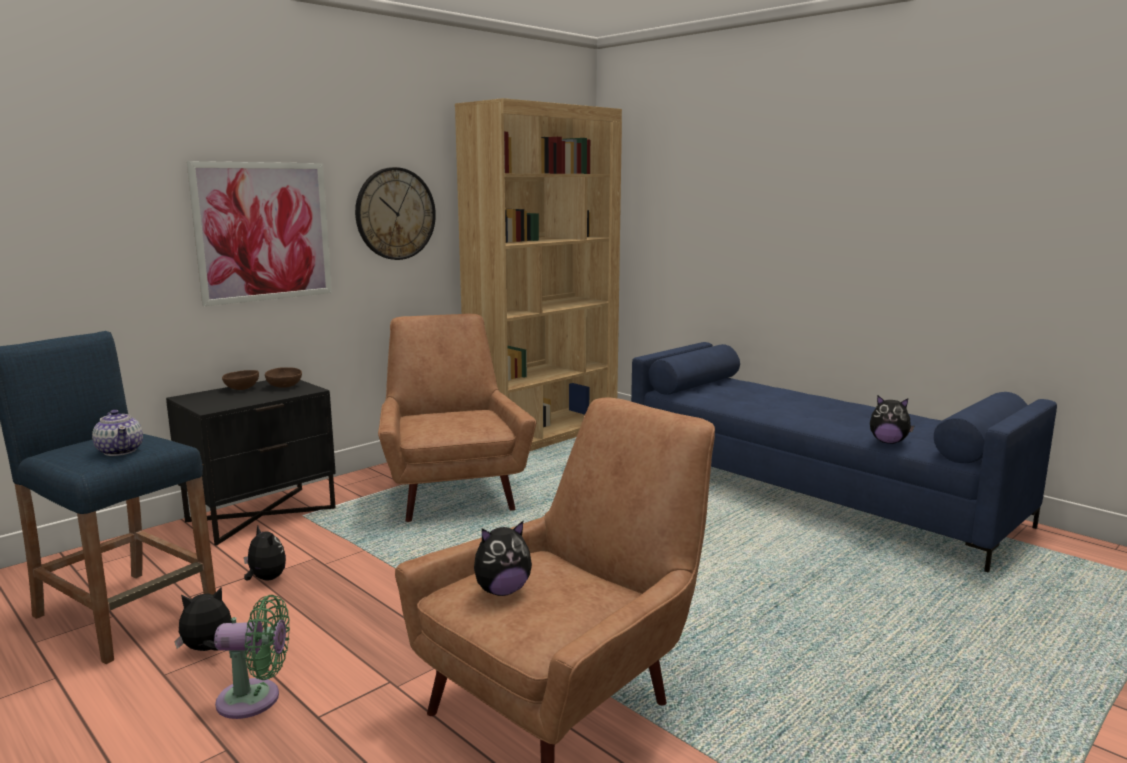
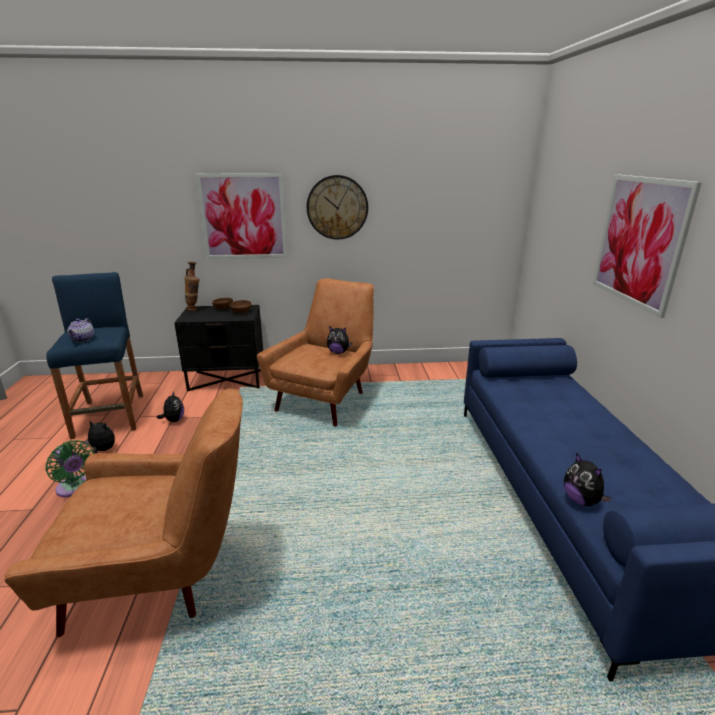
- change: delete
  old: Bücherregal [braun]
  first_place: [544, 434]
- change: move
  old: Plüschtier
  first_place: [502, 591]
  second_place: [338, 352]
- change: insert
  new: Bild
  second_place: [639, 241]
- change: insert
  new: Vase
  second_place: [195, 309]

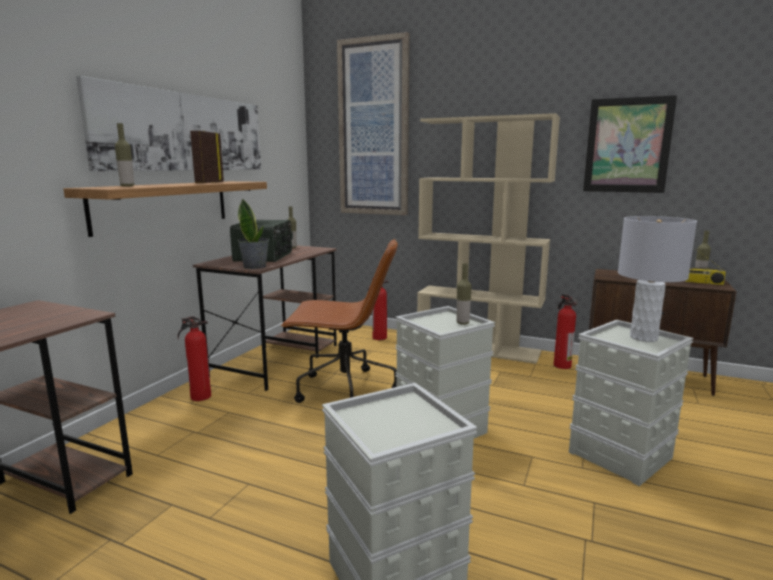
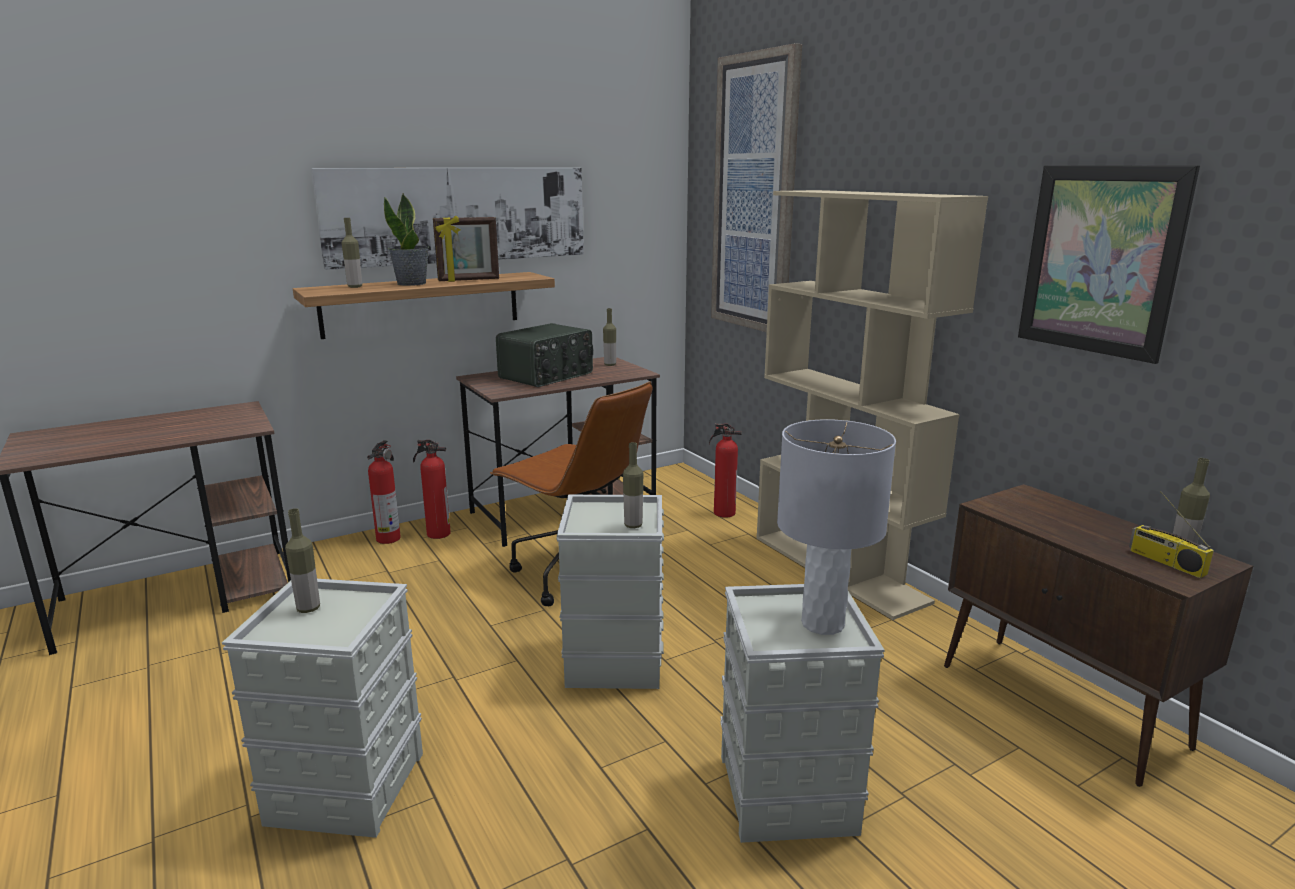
- change: rotate
  old: Bilderrahmen
  first_place: [209, 183]
  second_place: [469, 280]
  degrees: -150
- change: move
  old: Topfpflanze
  first_place: [255, 266]
  second_place: [412, 283]
- change: move
  old: Feuerlöscher
  first_place: [561, 365]
  second_place: [389, 538]
- change: insert
  new: Flasche
  second_place: [308, 608]

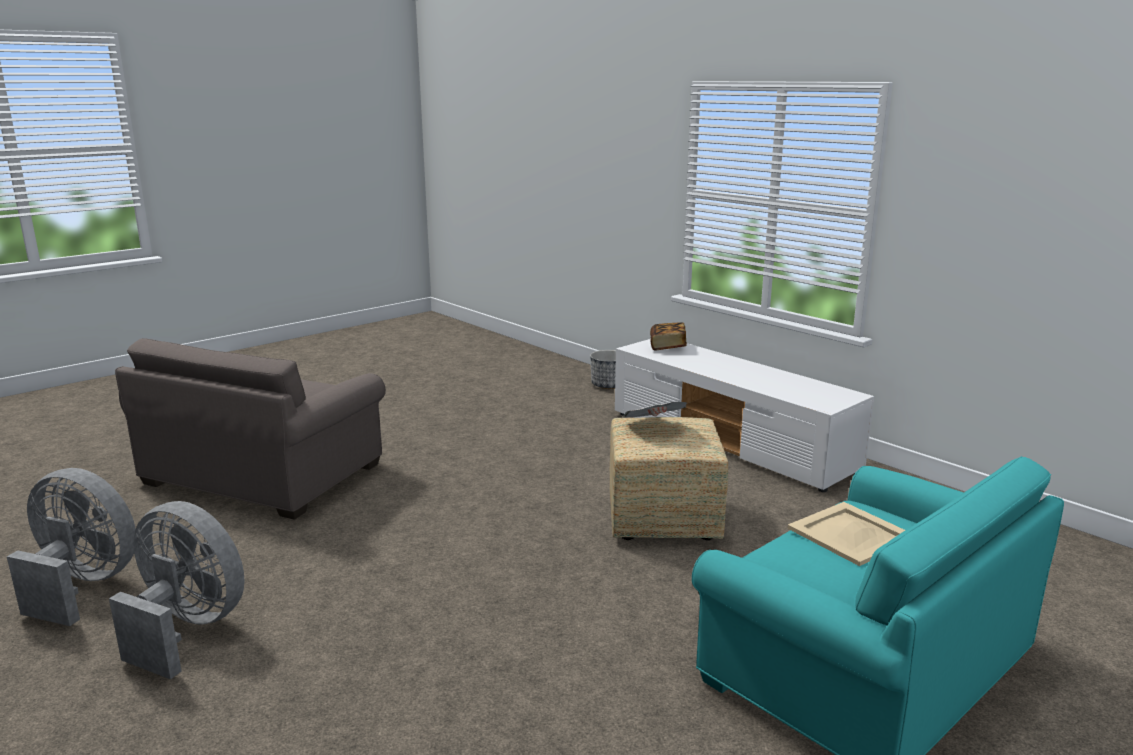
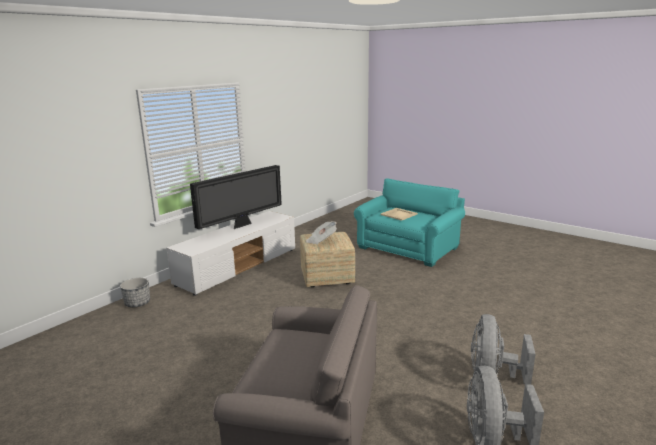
- change: delete
  old: Buch
  first_place: [667, 346]
- change: insert
  new: Fernseher
  second_place: [242, 225]

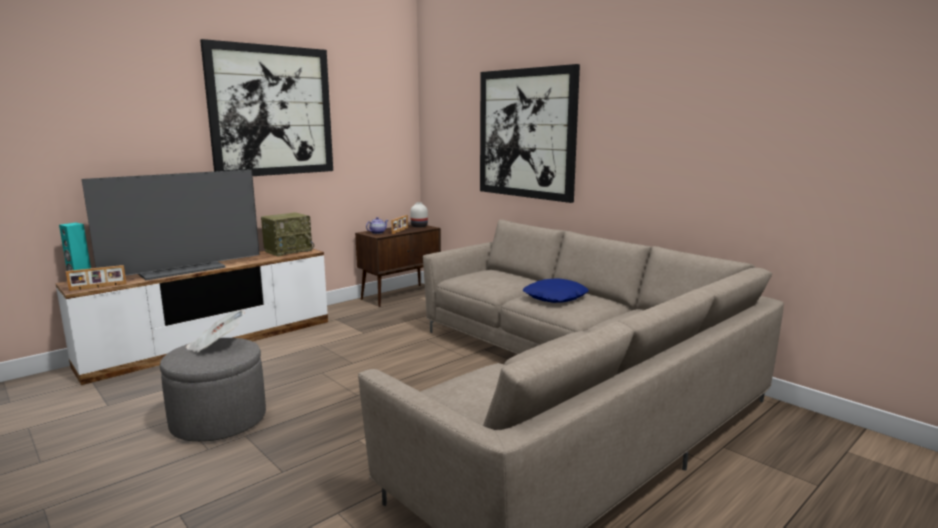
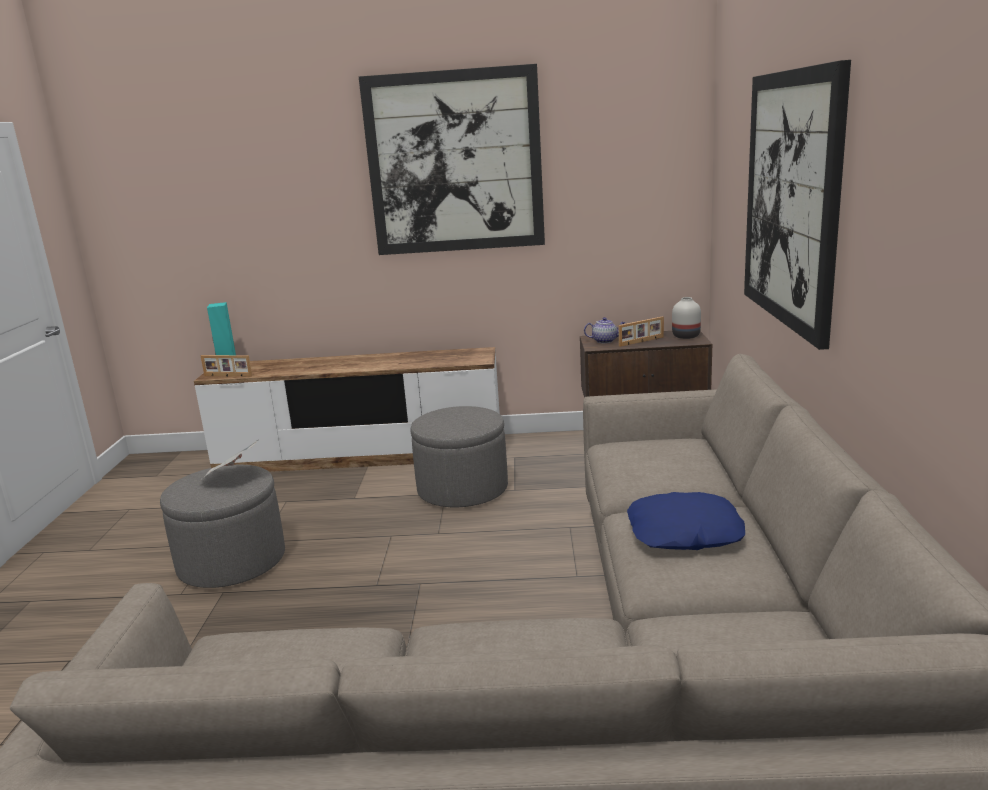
- change: delete
  old: Fernseher
  first_place: [182, 270]
- change: delete
  old: Radio
  first_place: [288, 251]
- change: insert
  new: Polsterhocker [grau]
  second_place: [462, 489]

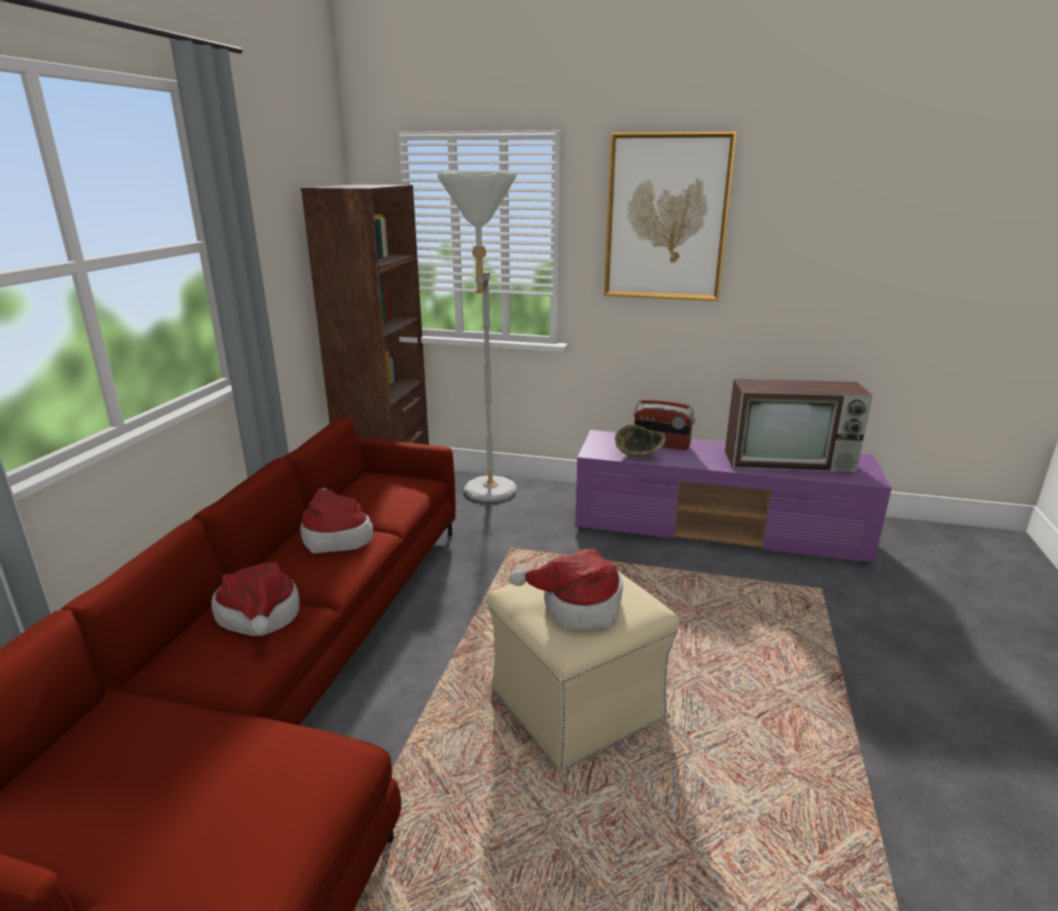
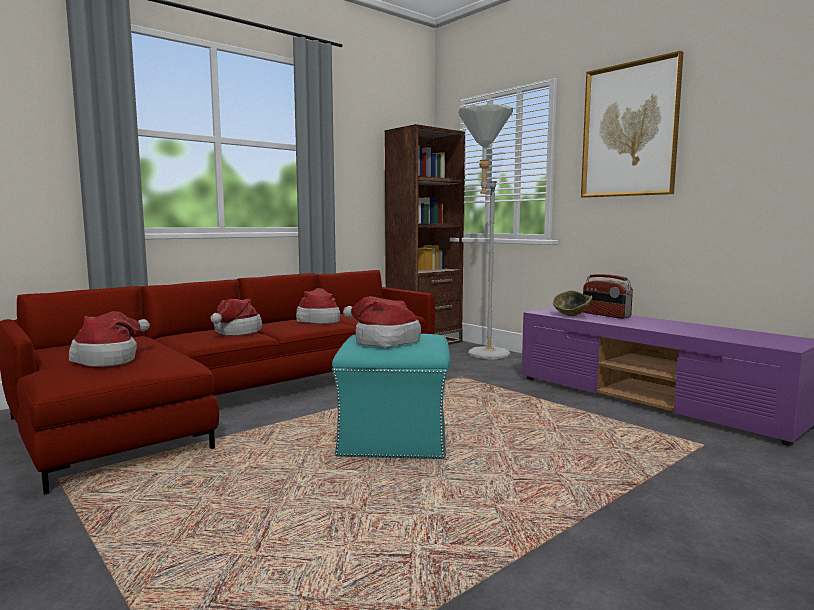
- change: delete
  old: Fernseher
  first_place: [790, 461]
- change: recolor
  old: Polsterhocker [beige]
  new: Polsterhocker [türkis]
  first_place: [578, 702]
  second_place: [395, 439]
- change: insert
  new: Hut
  second_place: [110, 358]

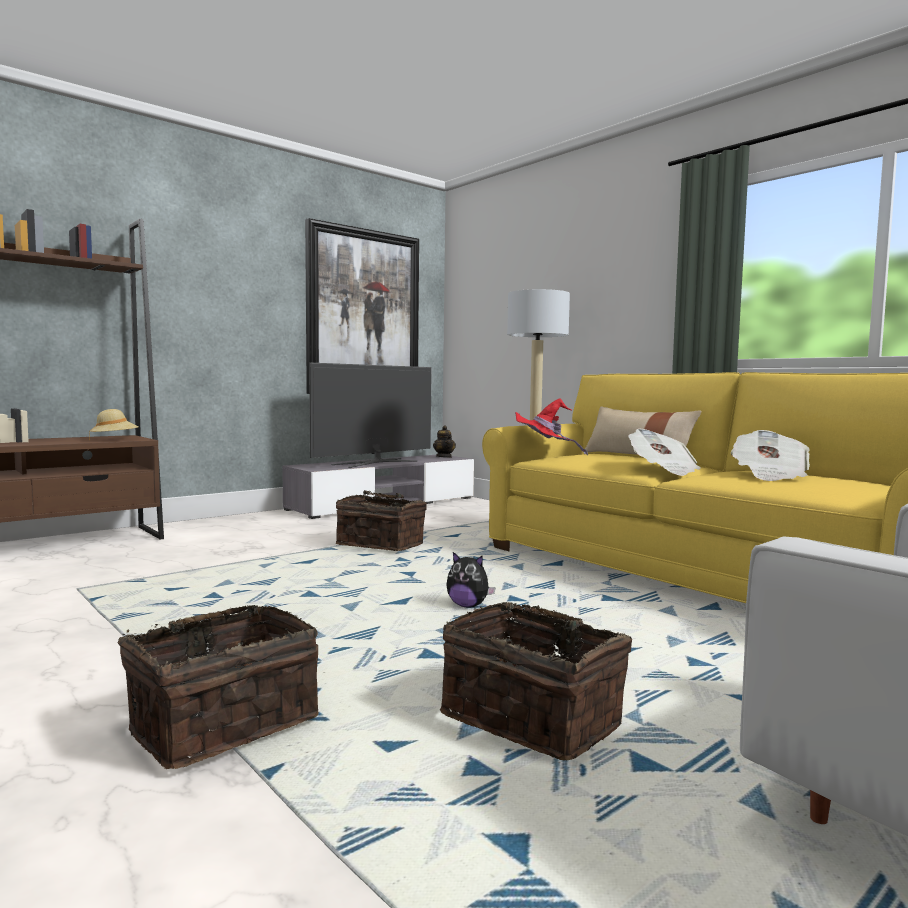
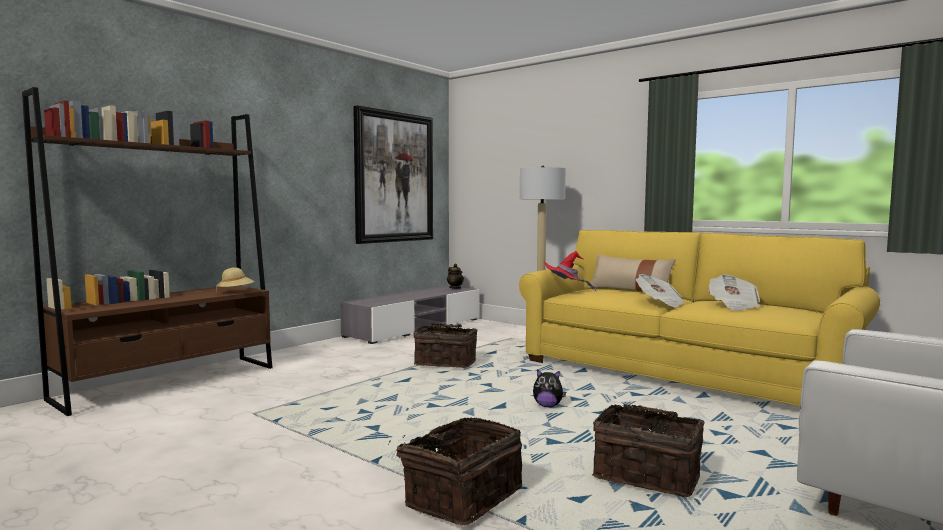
- change: delete
  old: Fernseher
  first_place: [375, 463]

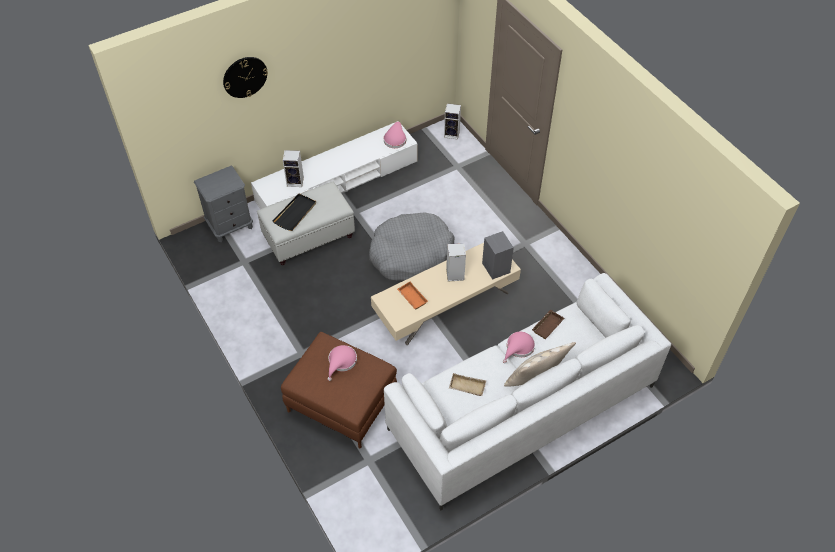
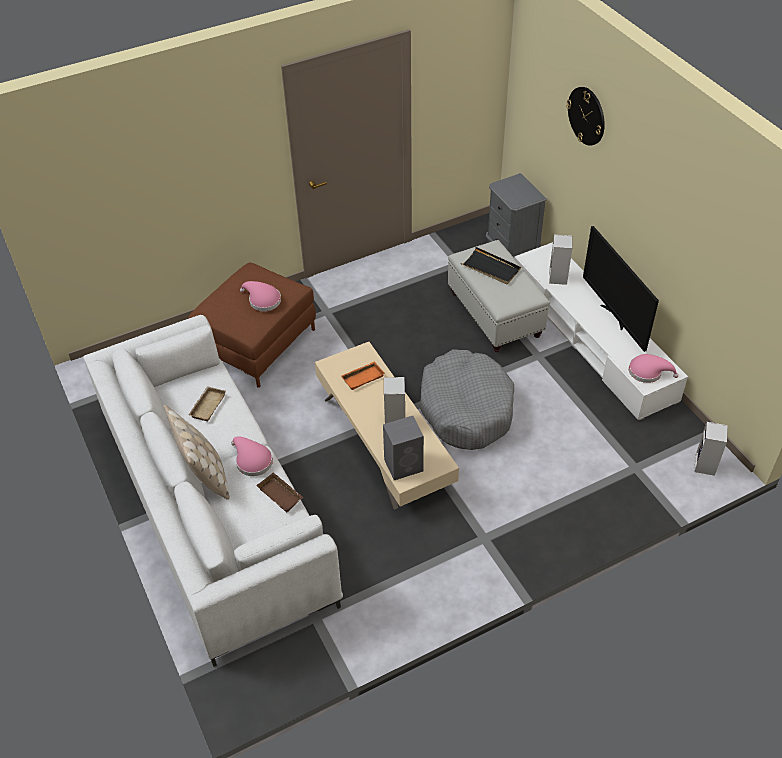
- change: insert
  new: Fernseher
  second_place: [614, 316]

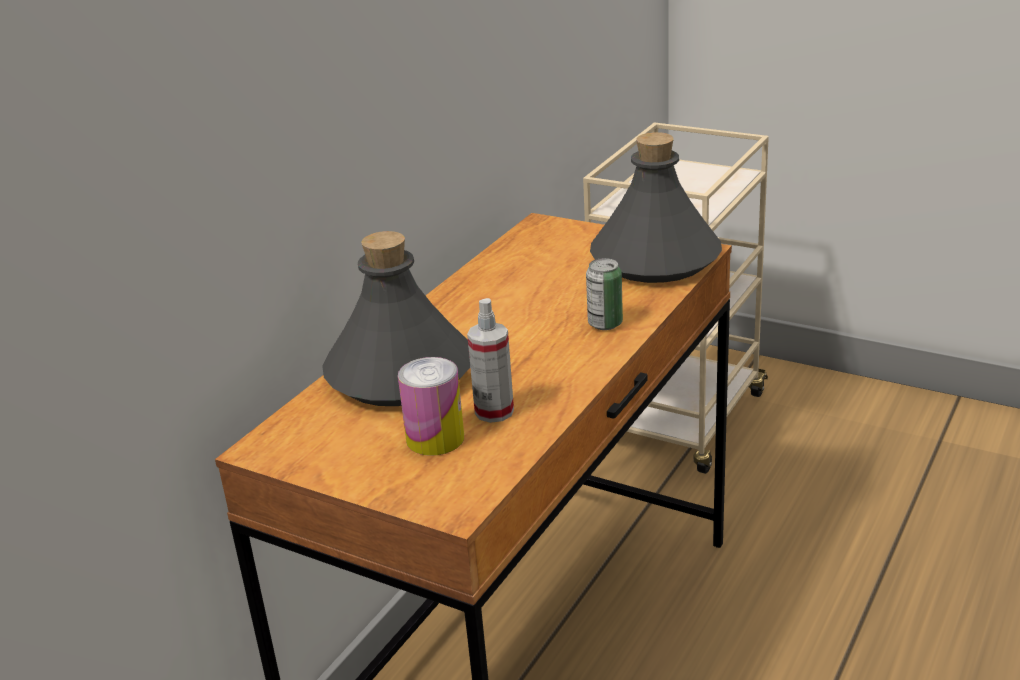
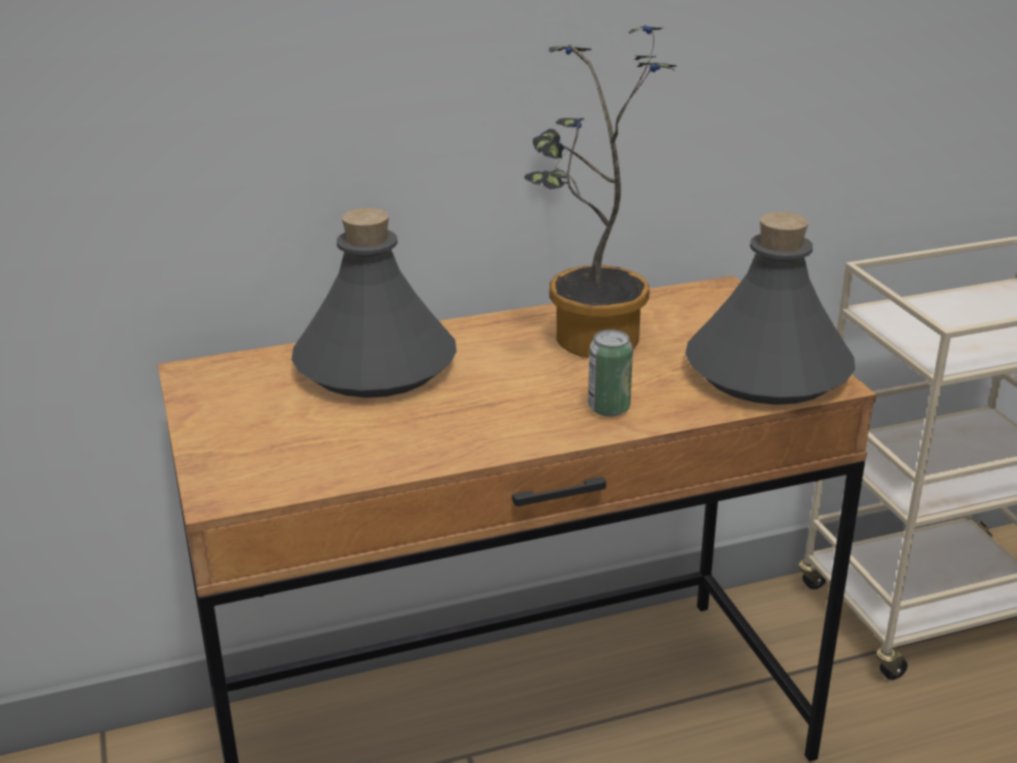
- change: delete
  old: Sprühflasche
  first_place: [494, 411]
- change: delete
  old: Dose
  first_place: [435, 438]
- change: insert
  new: Topfpflanze
  second_place: [588, 344]

